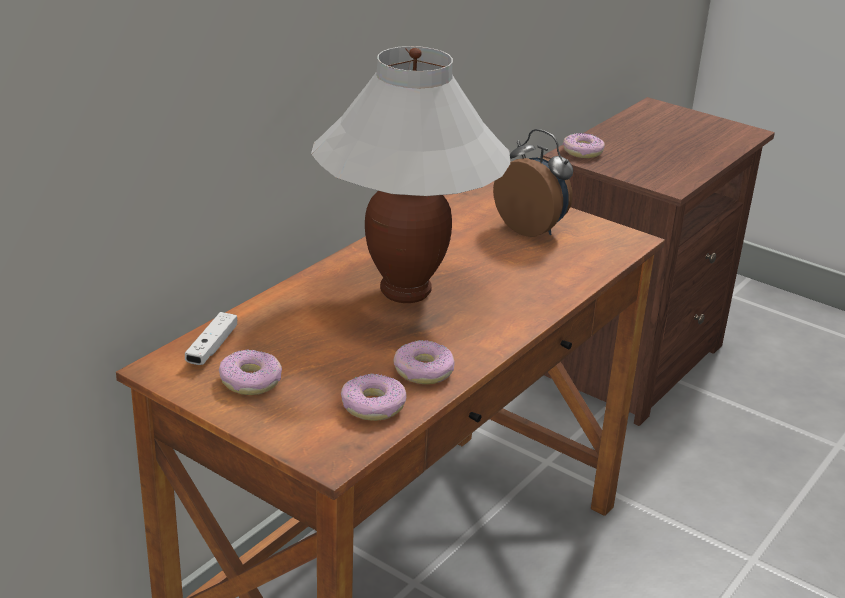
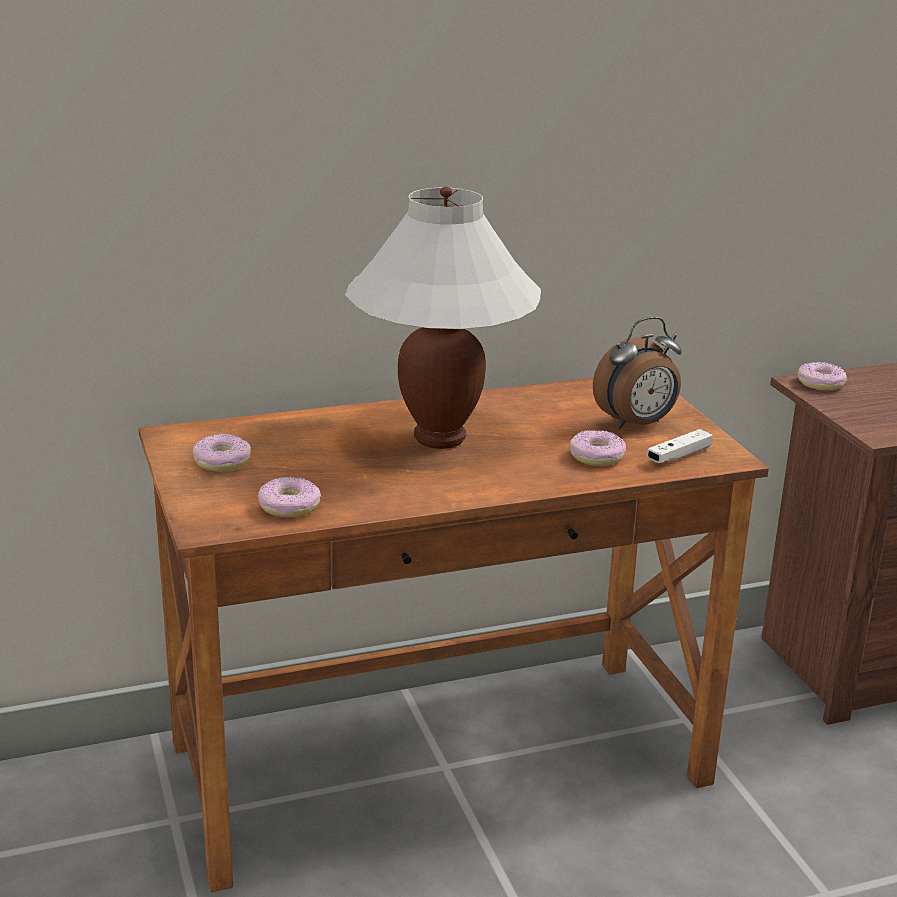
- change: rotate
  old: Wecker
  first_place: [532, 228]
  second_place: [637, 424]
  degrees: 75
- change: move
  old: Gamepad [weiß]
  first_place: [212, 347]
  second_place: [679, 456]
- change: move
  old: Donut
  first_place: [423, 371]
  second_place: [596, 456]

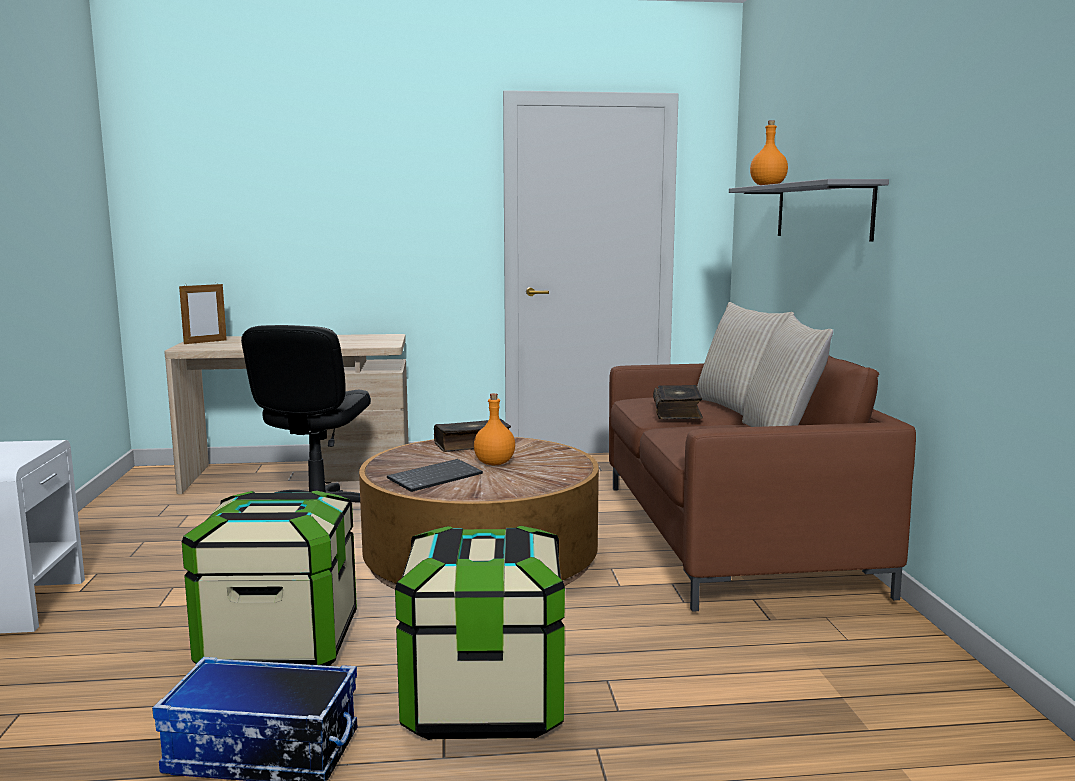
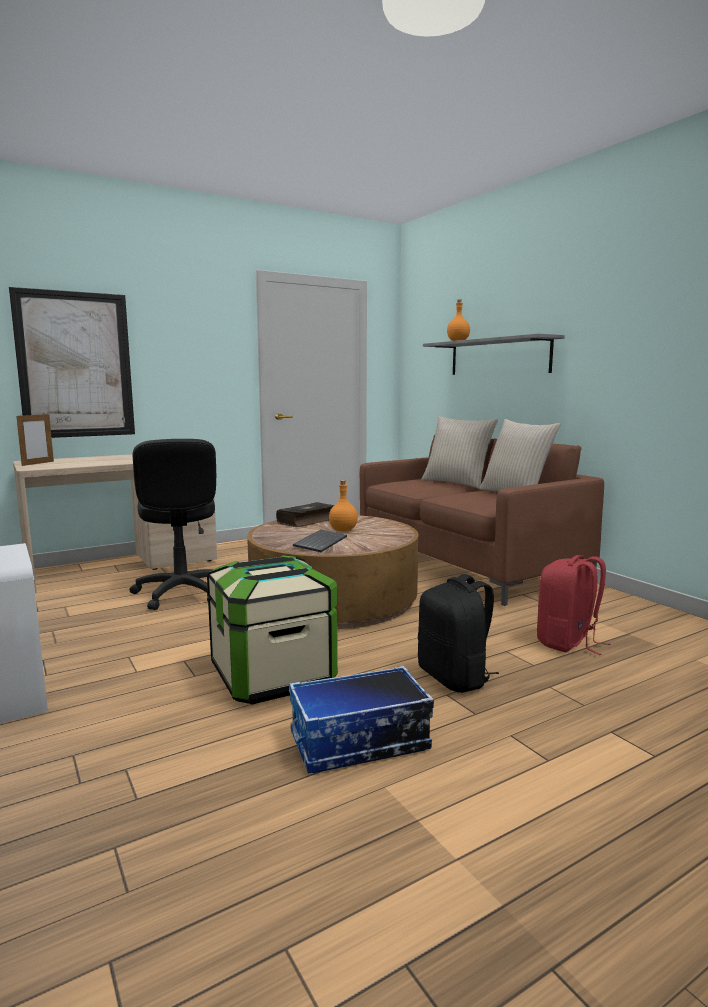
- change: delete
  old: Buch
  first_place: [678, 411]
- change: replace
  old: Aufbewahrungsbox
  new: Rucksack [schwarz]
  first_place: [484, 701]
  second_place: [455, 678]
- change: insert
  new: Bild
  second_place: [75, 365]
- change: insert
  new: Rucksack [rot]
  second_place: [568, 642]

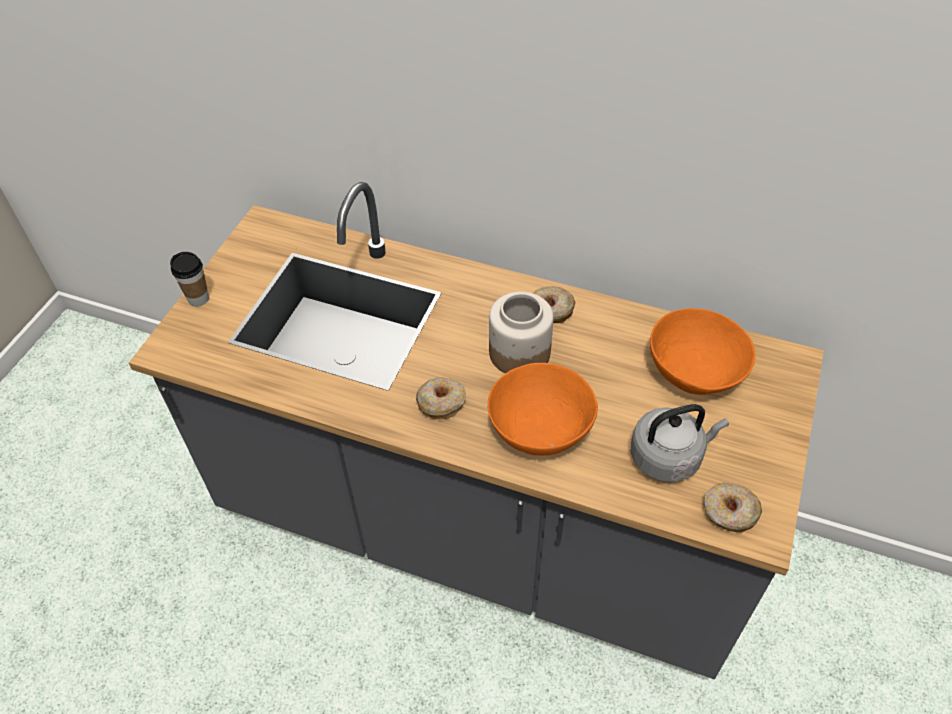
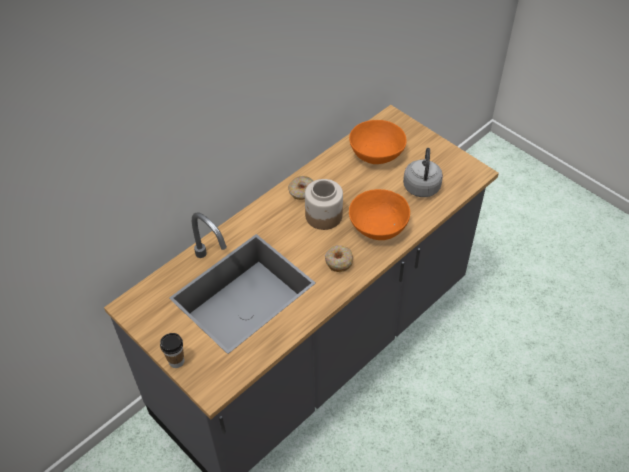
- change: delete
  old: Donut
  first_place: [729, 512]

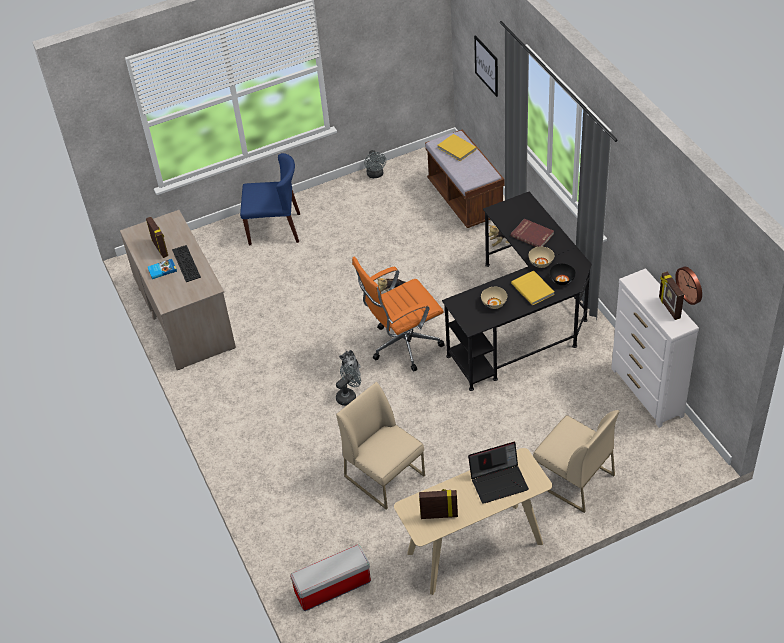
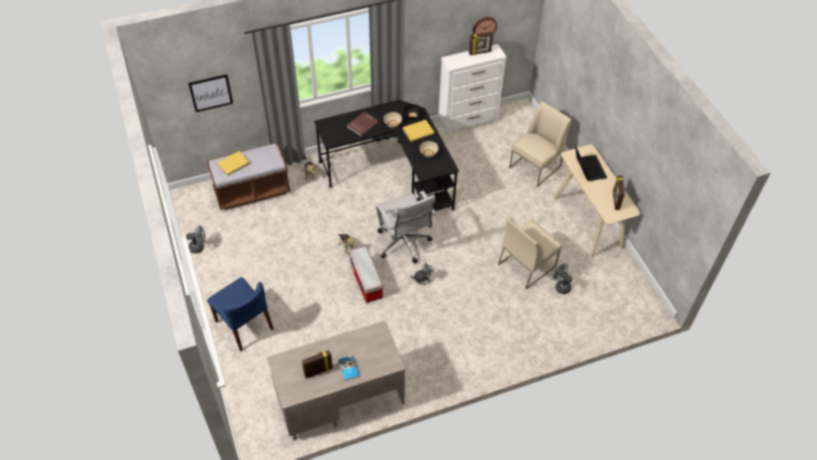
- change: rotate
  old: Stuhl [blau]
  first_place: [275, 229]
  second_place: [244, 325]
  degrees: 135
- change: delete
  old: Tastatur
  first_place: [185, 263]
- change: recolor
  old: Bürostuhl [orange]
  new: Bürostuhl [weiß]
  first_place: [402, 346]
  second_place: [404, 245]
- change: move
  old: Ventilator [grau]
  first_place: [348, 396]
  second_place: [560, 286]
- change: move
  old: Aufbewahrungsbox
  first_place: [332, 588]
  second_place: [367, 281]

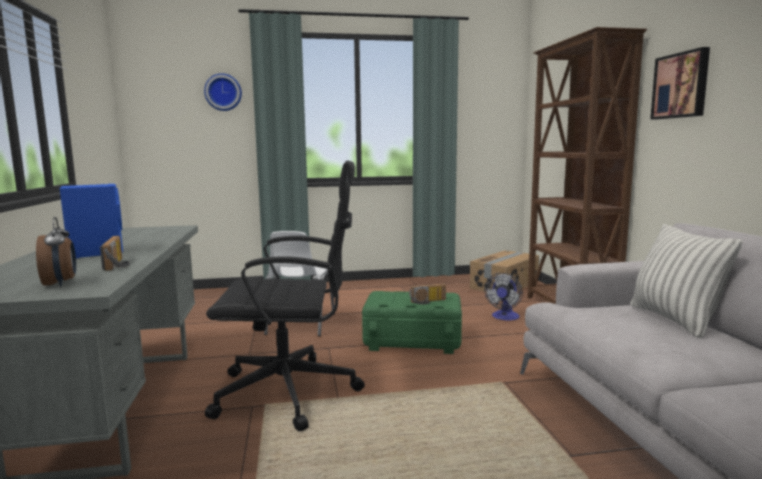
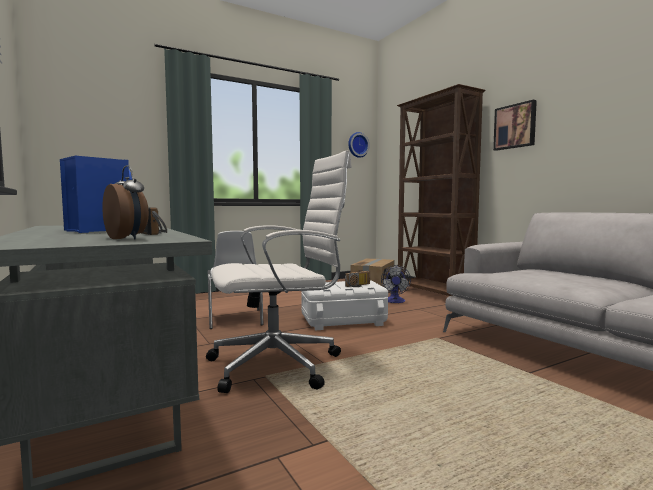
- change: move
  old: Wanduhr
  first_place: [223, 92]
  second_place: [357, 145]
- change: recolor
  old: Bürostuhl [schwarz]
  new: Bürostuhl [weiß]
  first_place: [291, 392]
  second_place: [279, 365]
- change: delete
  old: Kissen
  first_place: [674, 320]
- change: recolor
  old: Aufbewahrungsbox [grün]
  new: Aufbewahrungsbox [weiß]
  first_place: [413, 340]
  second_place: [343, 320]

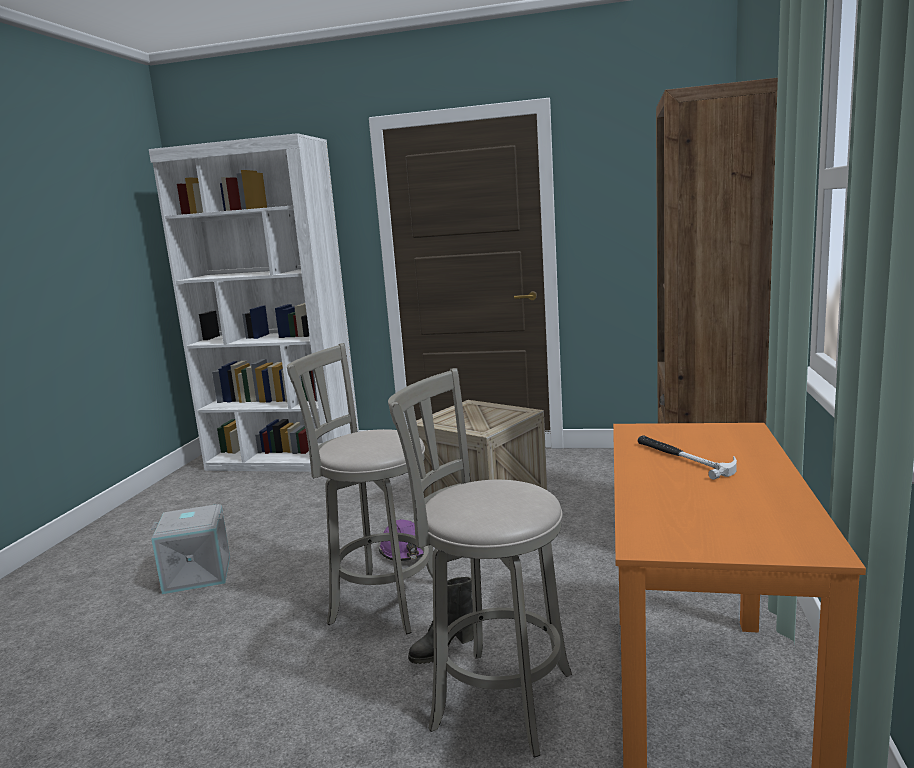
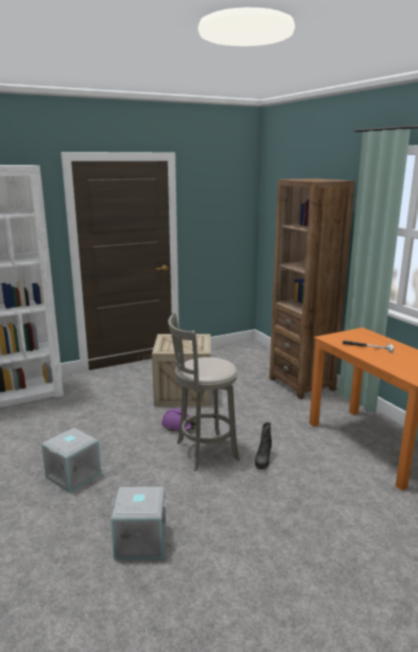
- change: delete
  old: Hocker [grau]
  first_place: [494, 698]
- change: insert
  new: Aufbewahrungsbox [grau]
  second_place: [141, 540]

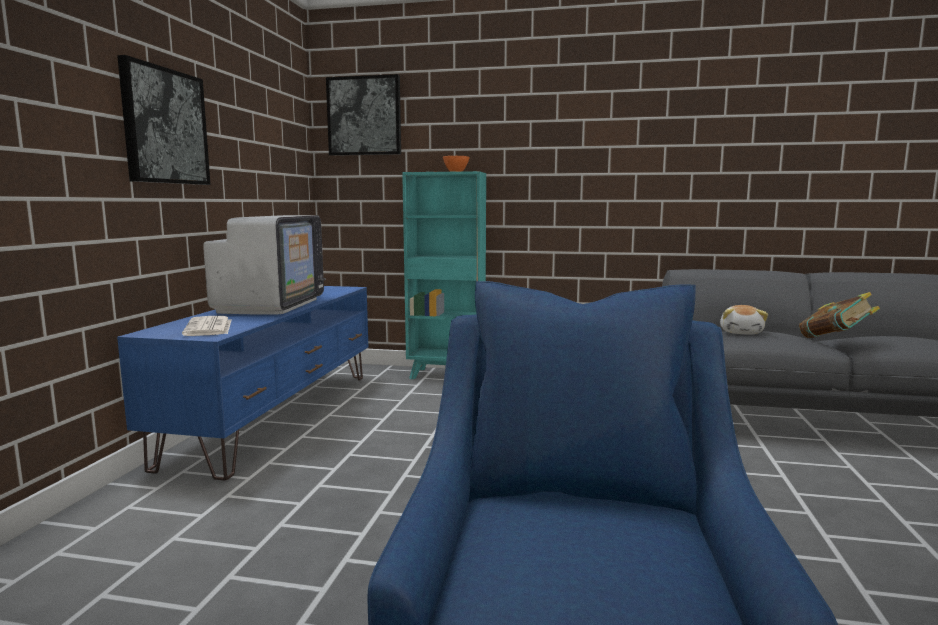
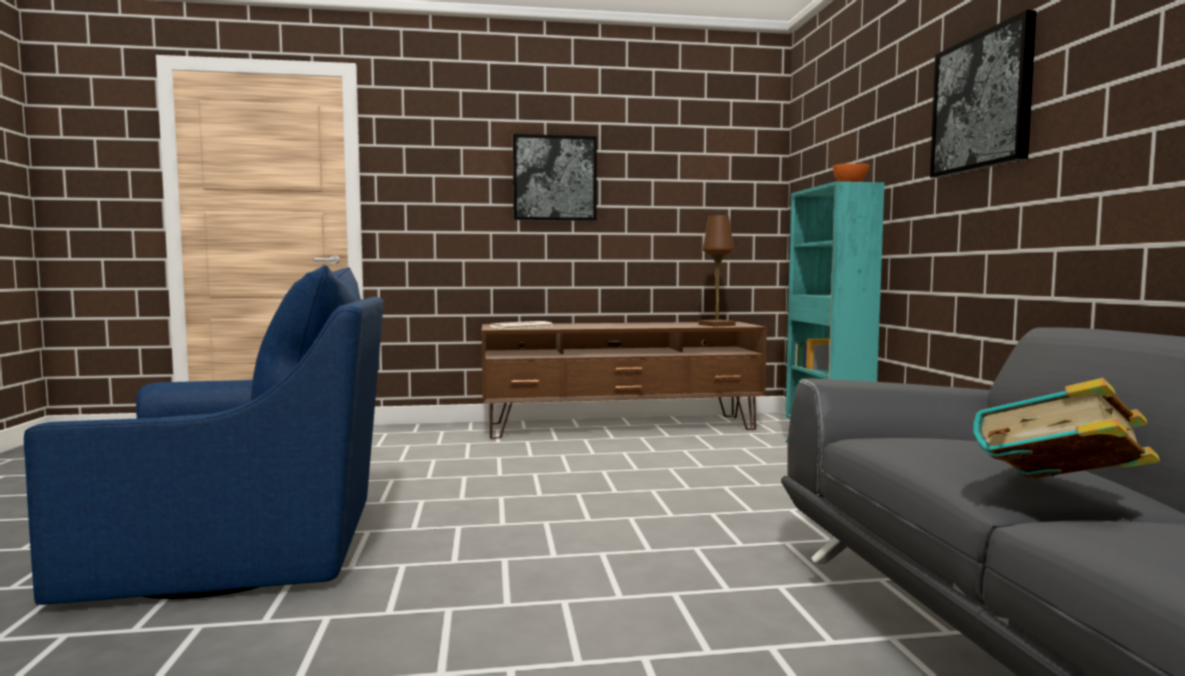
- change: move
  old: Bild
  first_place: [364, 116]
  second_place: [982, 102]
- change: delete
  old: Fernseher
  first_place: [271, 305]
- change: recolor
  old: Fernsehschrank [blau]
  new: Fernsehschrank [braun]
  first_place: [277, 415]
  second_place: [621, 427]
- change: delete
  old: Plüschtier
  first_place: [741, 332]
- change: insert
  new: Tischlampe [braun]
  second_place: [716, 325]

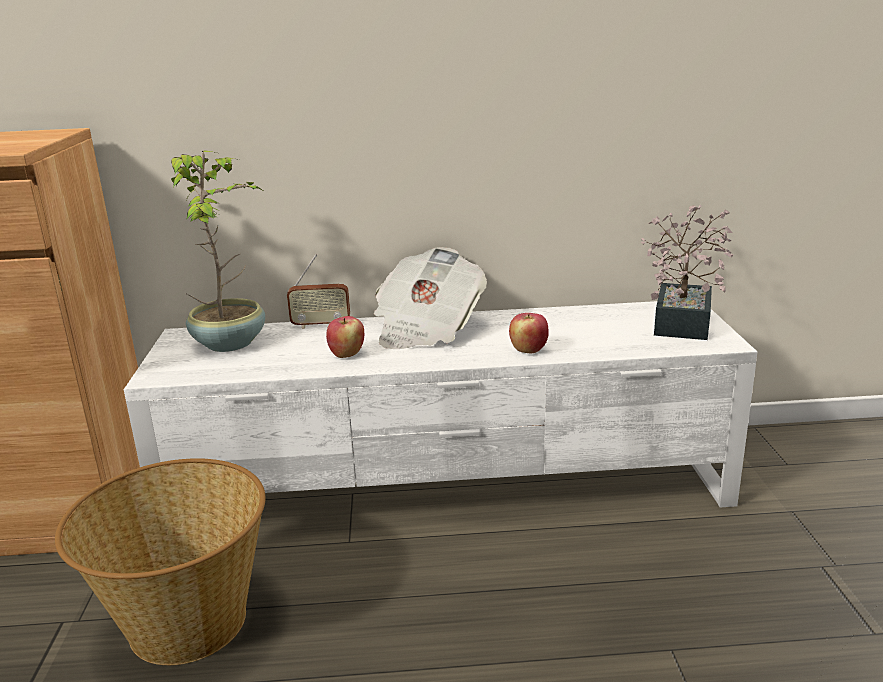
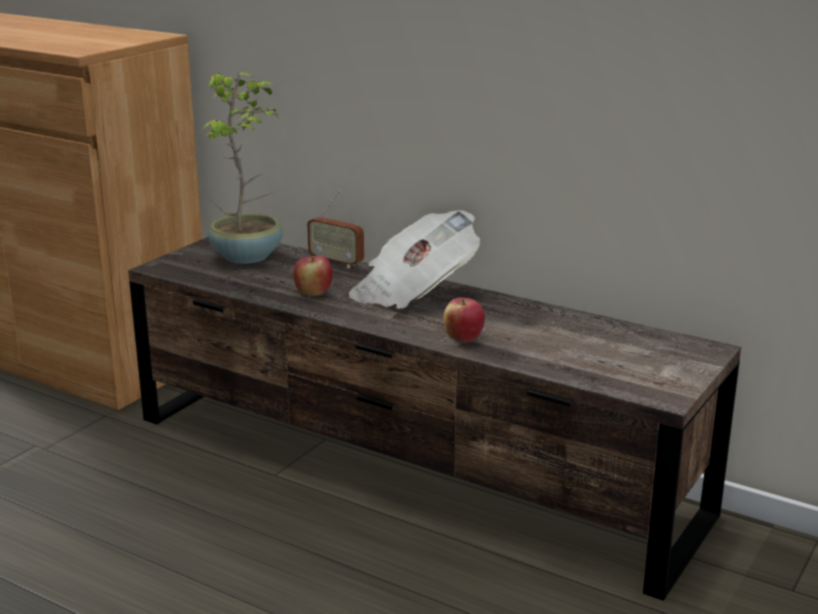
- change: delete
  old: Topfpflanze
  first_place: [684, 319]
- change: recolor
  old: Fernsehschrank [weiß]
  new: Fernsehschrank [braun]
  first_place: [449, 485]
  second_place: [412, 465]
- change: delete
  old: Korb
  first_place: [186, 621]

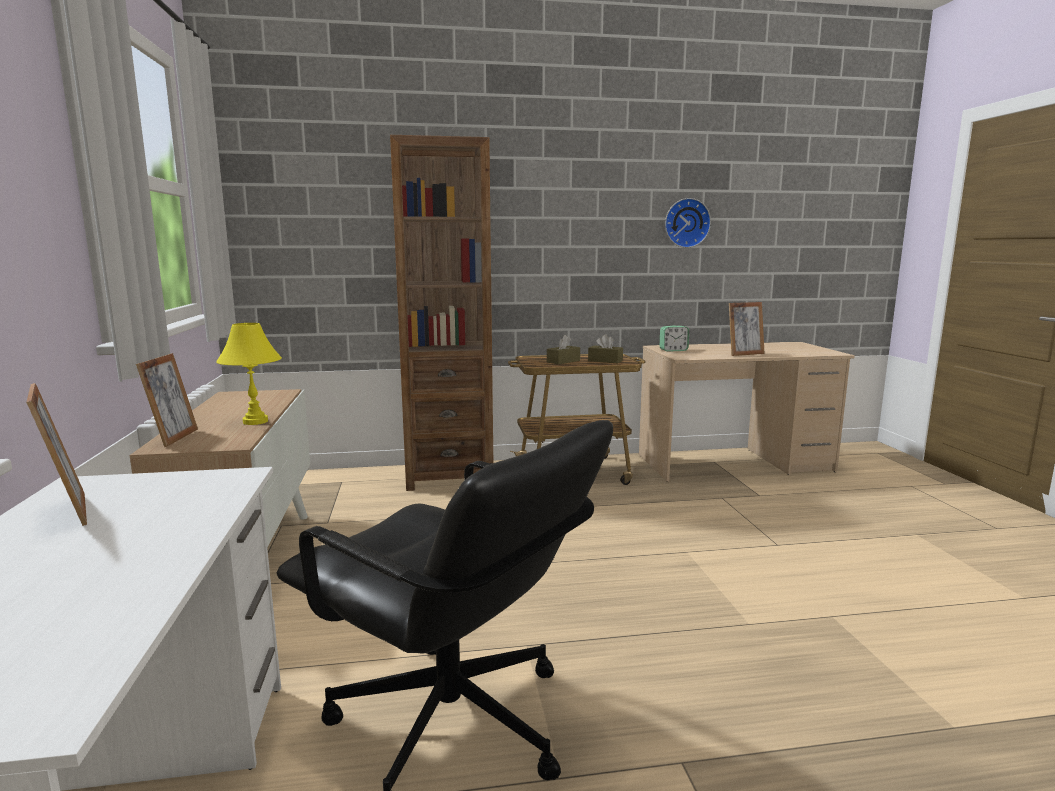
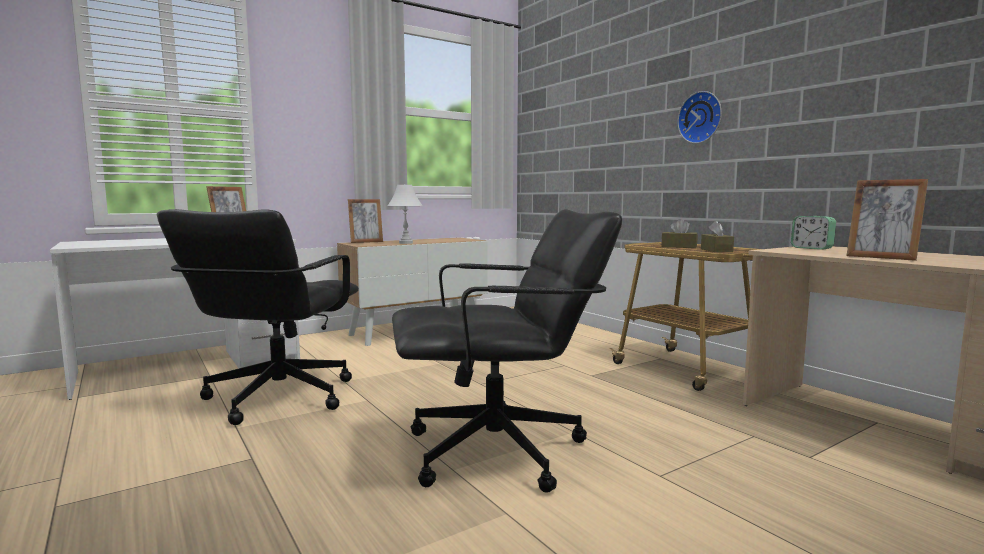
- change: delete
  old: Bücherregal [braun]
  first_place: [449, 475]
- change: move
  old: Wanduhr
  first_place: [686, 223]
  second_place: [701, 117]
- change: recolor
  old: Tischlampe [gelb]
  new: Tischlampe [weiß]
  first_place: [255, 421]
  second_place: [405, 243]
- change: insert
  new: Bürostuhl [schwarz]
  second_place: [498, 452]

